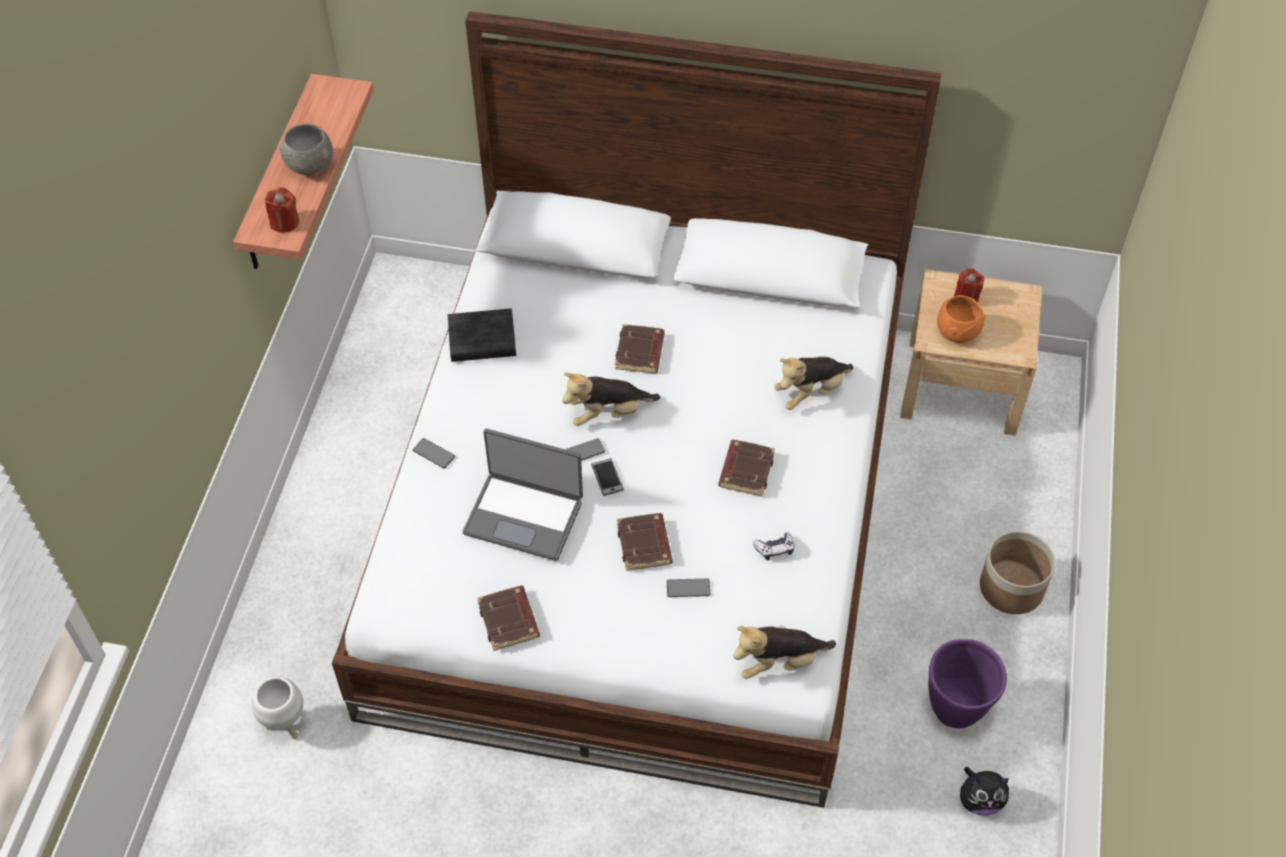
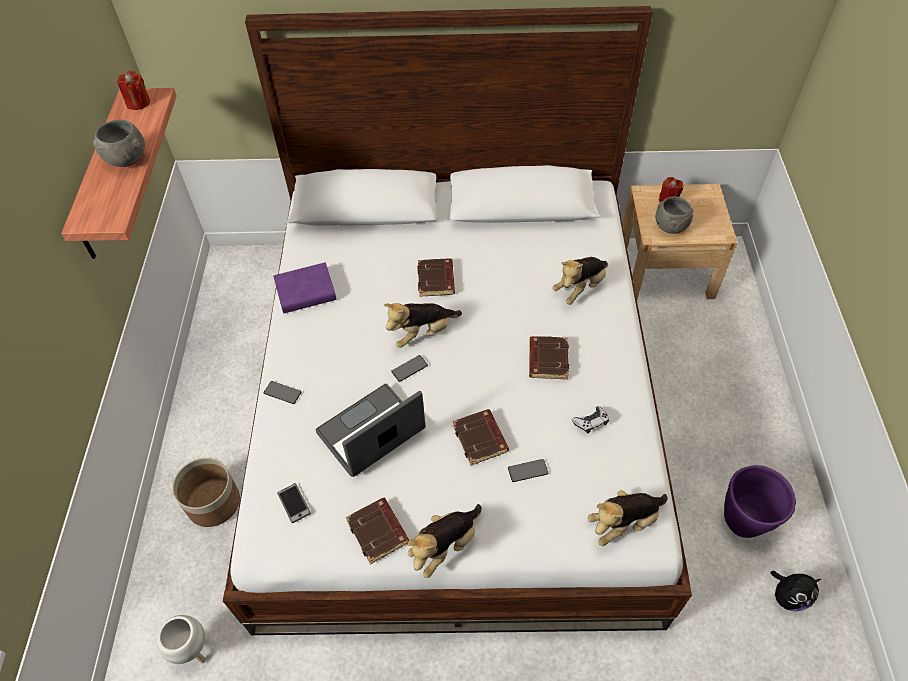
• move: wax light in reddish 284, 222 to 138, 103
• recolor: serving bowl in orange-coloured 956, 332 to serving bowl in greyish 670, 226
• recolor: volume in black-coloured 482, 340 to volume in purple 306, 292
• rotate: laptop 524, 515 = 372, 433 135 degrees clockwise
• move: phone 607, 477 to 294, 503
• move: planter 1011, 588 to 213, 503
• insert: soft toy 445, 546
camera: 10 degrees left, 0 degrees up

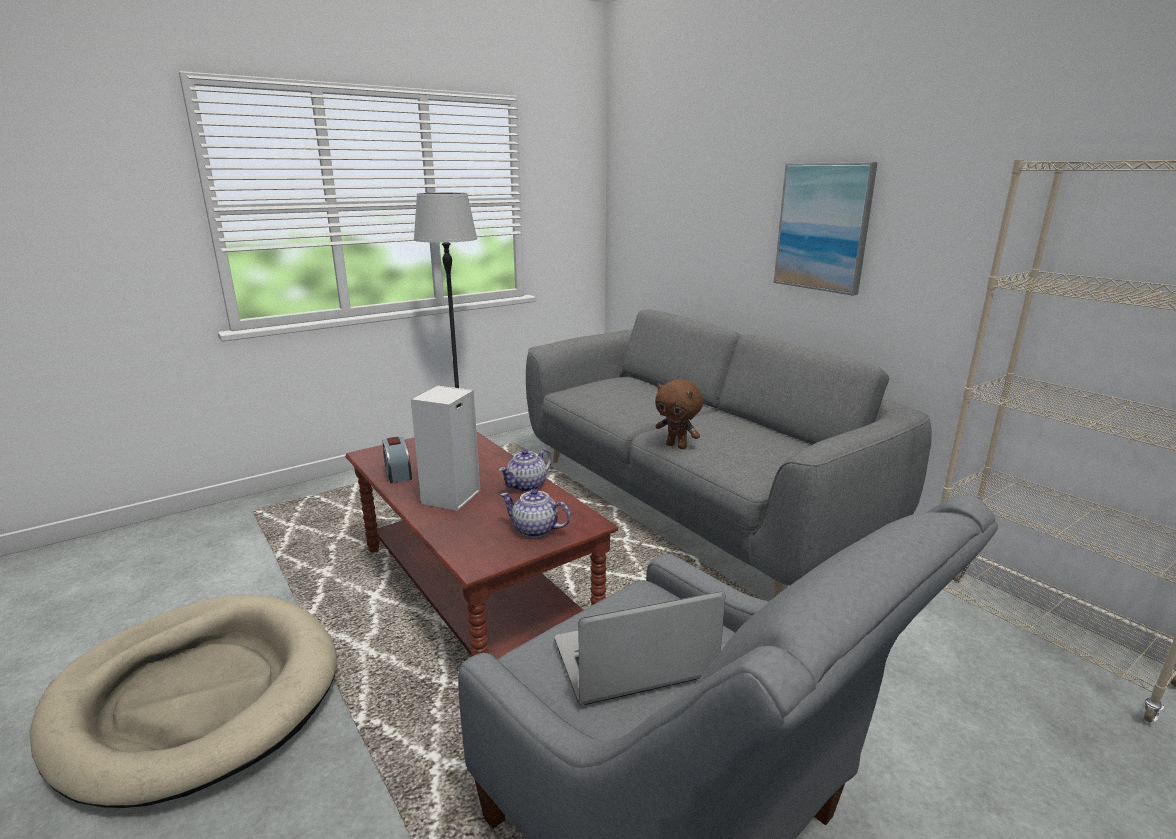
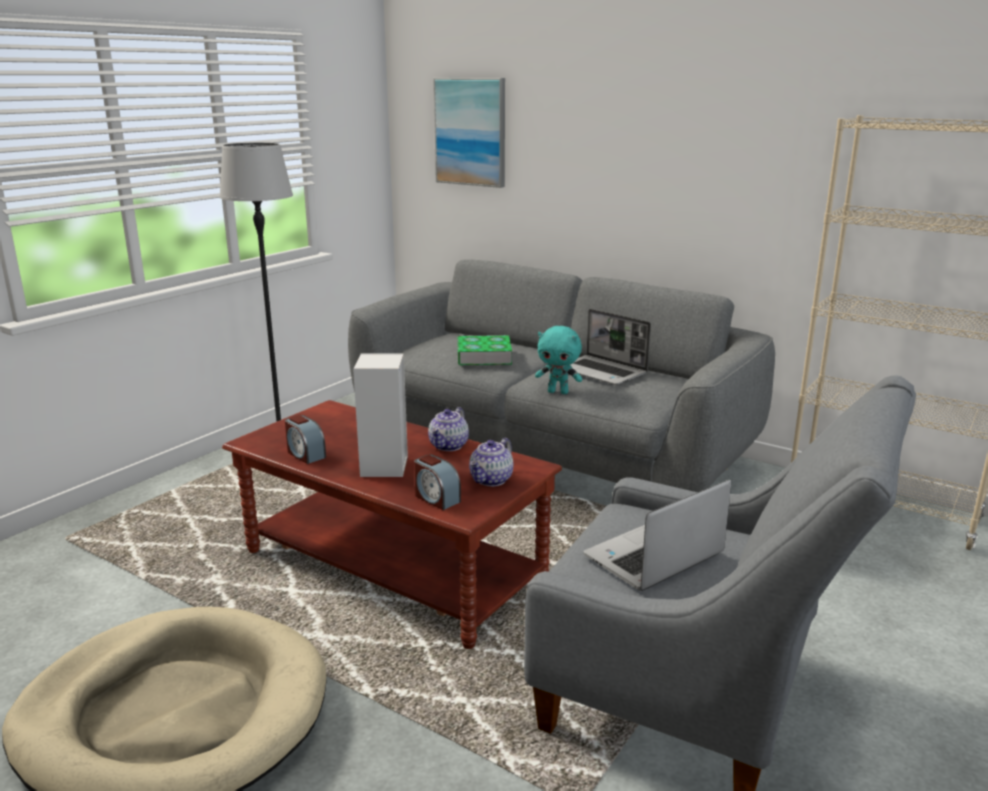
• move: wall art 823, 227 to 471, 132
• recolor: soft toy in brown-coloured 677, 446 to soft toy in blue-green 558, 392
• rotate: pot for tea 534, 530 = 491, 480 60 degrees counterclockwise
• insert: laptop 603, 372
• insert: volume 484, 356
• insert: alarm clock 436, 498
camera: 20 degrees left, 0 degrees up

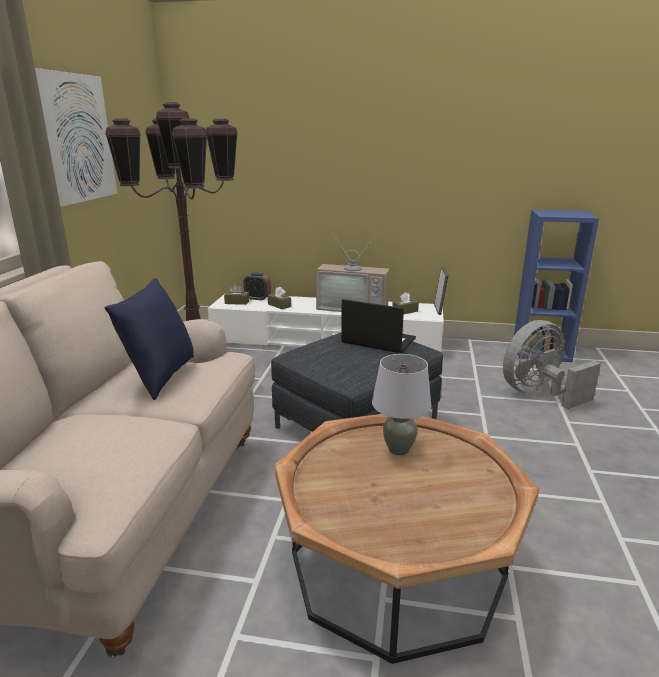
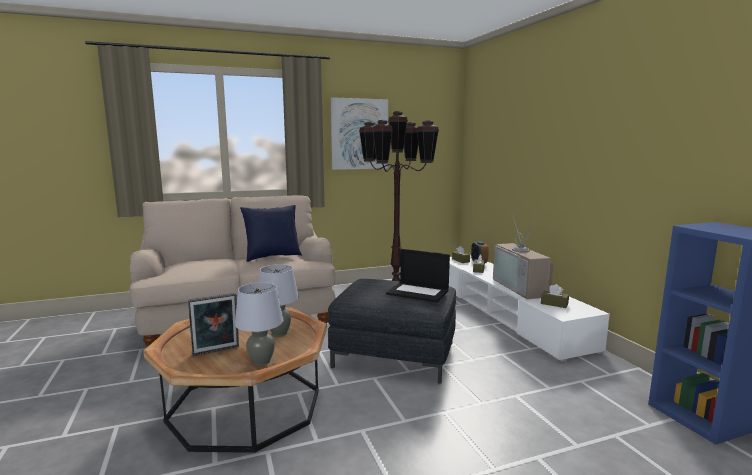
• move: standing frame 439, 310 to 216, 352
• rotate: laptop 377, 341 = 418, 292 120 degrees clockwise
• delete: cooling fan in greyish 538, 393
• insert: table lamp in greyish 261, 361
camera: 60 degrees right, 10 degrees down

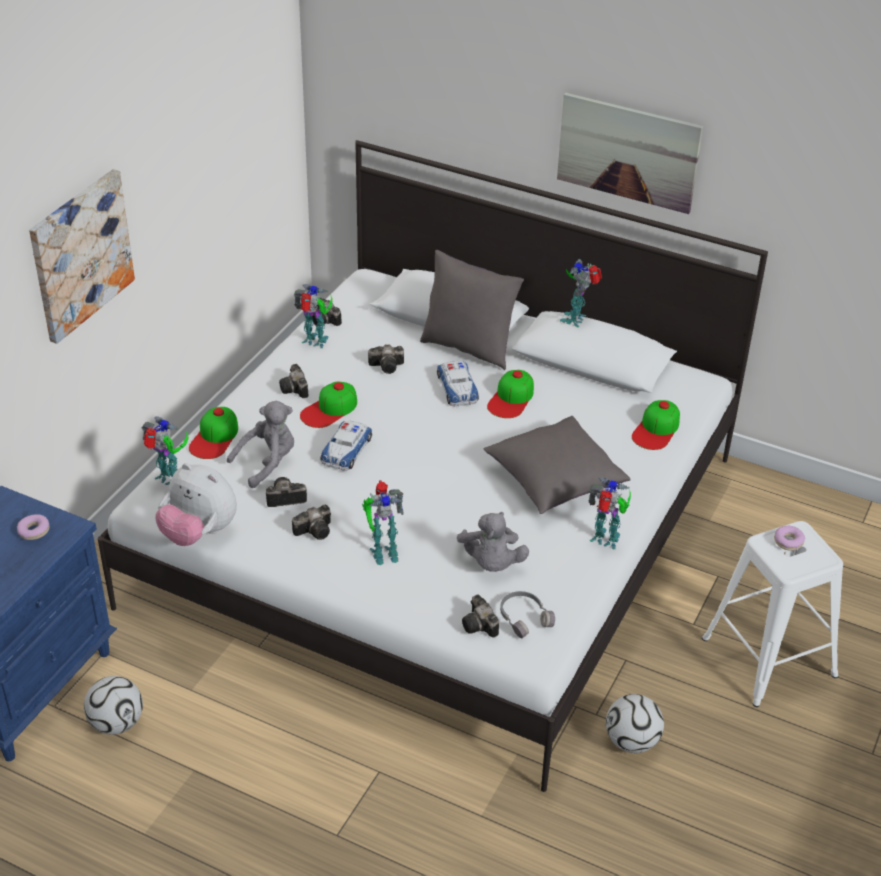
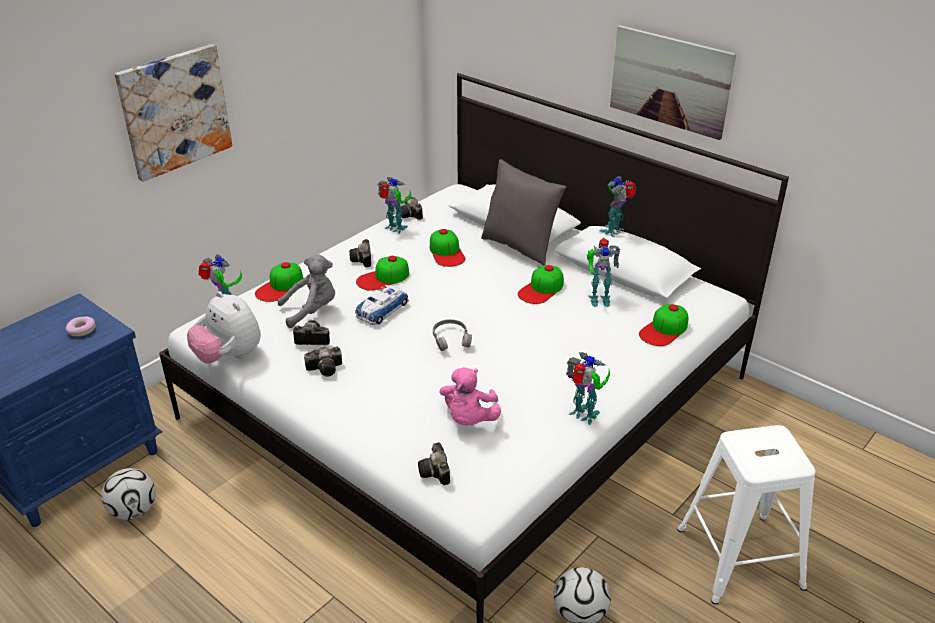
• replace: photo camera 388, 366 to peaked cap 447, 252
• delete: toy car 457, 388
• delete: cushion in greyish 554, 481
• move: robot figure 383, 552 to 598, 299
• recolor: soft toy in greyish 491, 563 to soft toy in pinkish 469, 419
• delete: ring doughnut 788, 541
• move: pair of headphones in greyish 524, 618 to 451, 339
camera: 15 degrees right, 5 degrees down

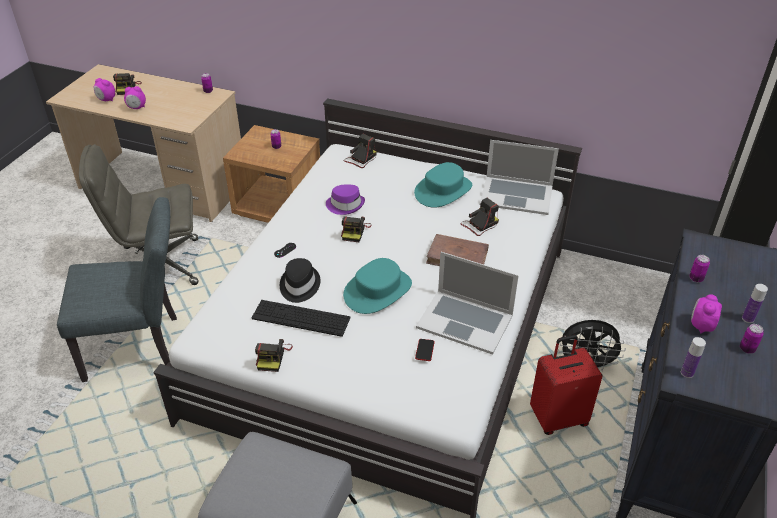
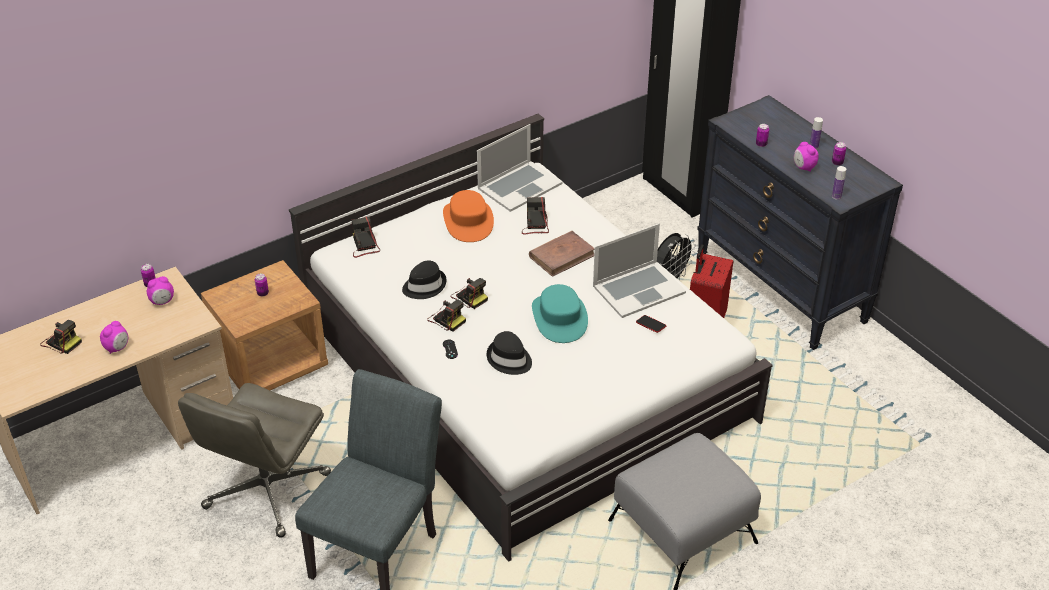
• move: alarm clock 106, 100 to 162, 302
• recolor: clothing hat in blue-green 443, 191 to clothing hat in orange-coloured 468, 221
• recolor: clothing hat in purple 345, 205 to clothing hat in black-coloured 424, 286
• delete: PC keyboard 301, 318
• move: photo camera 273, 356 to 446, 319
camera: 55 degrees left, 0 degrees up

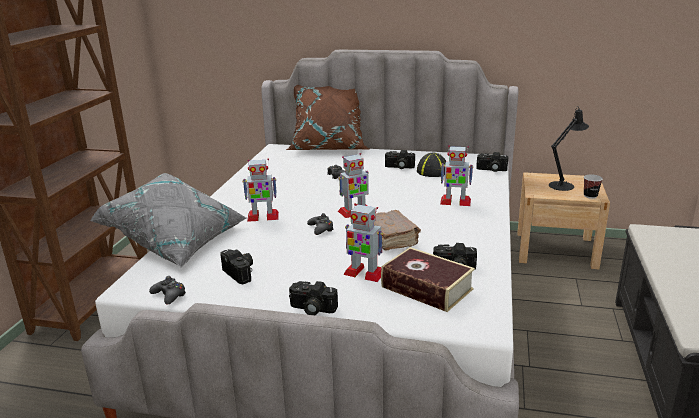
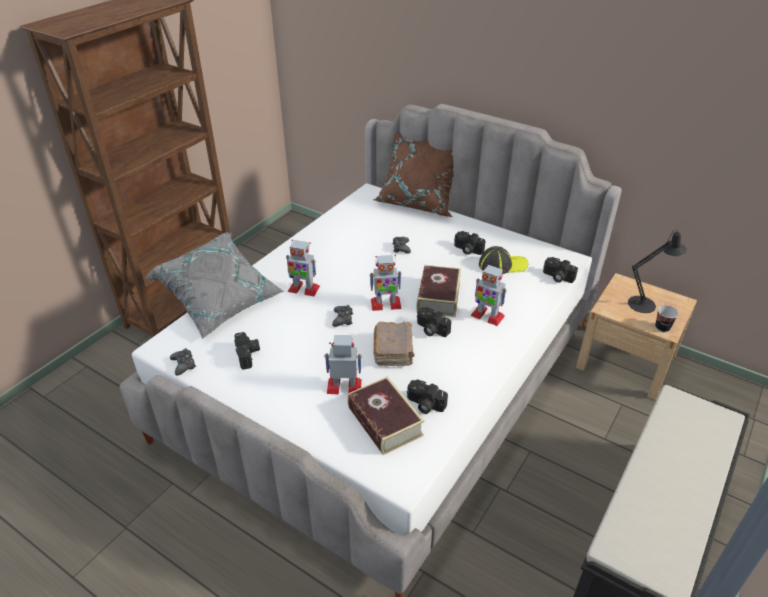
• rotate: robot figure 364, 273 = 344, 386 135 degrees clockwise
• move: photo camera 311, 309 to 431, 329
• insert: volume 438, 297
camera: 20 degrees right, 15 degrees up

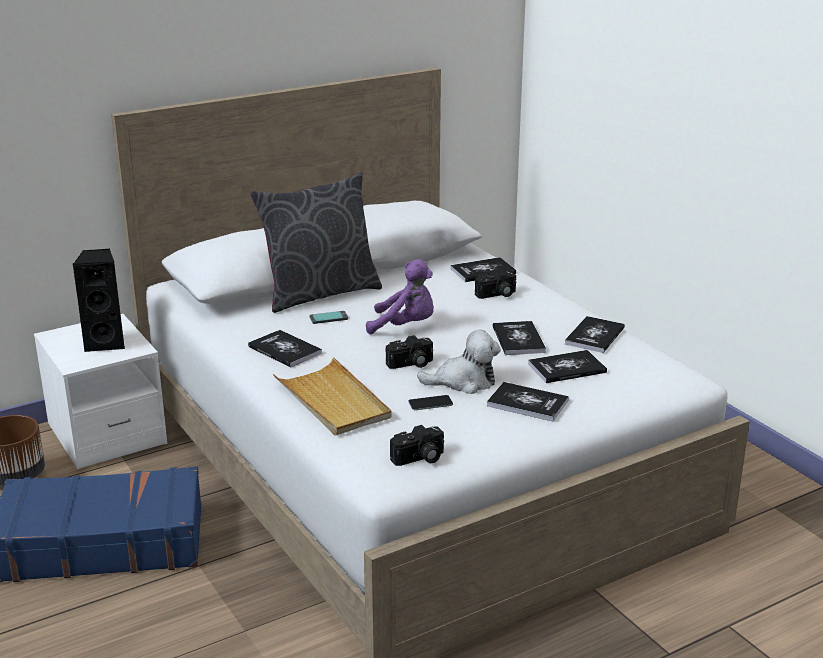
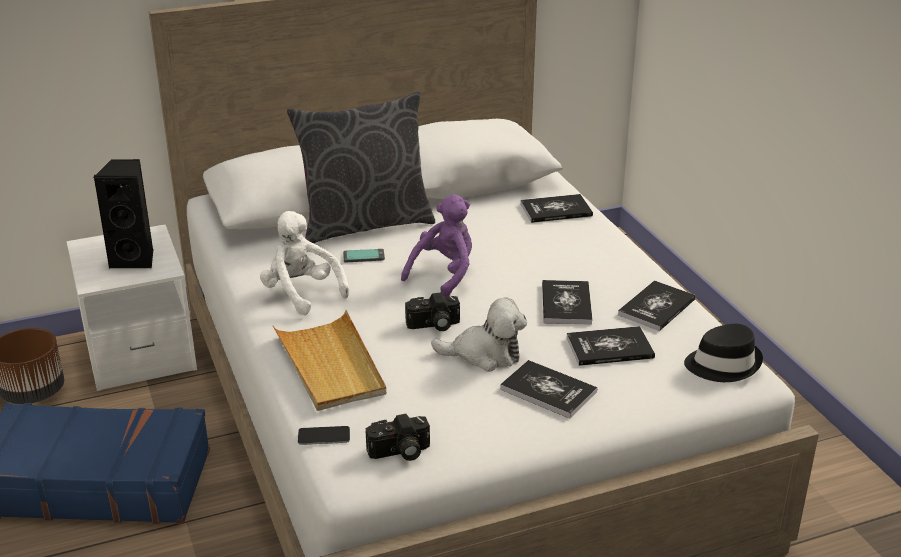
• rotate: soft toy in purple 405, 326 = 444, 275 75 degrees counterclockwise
• delete: photo camera 497, 295
• replace: volume 285, 350 to soft toy in whitish 301, 293
• move: phone 430, 403 to 324, 436
• insert: clothing hat in black-coloured 723, 364
camera: 10 degrees right, 5 degrees up

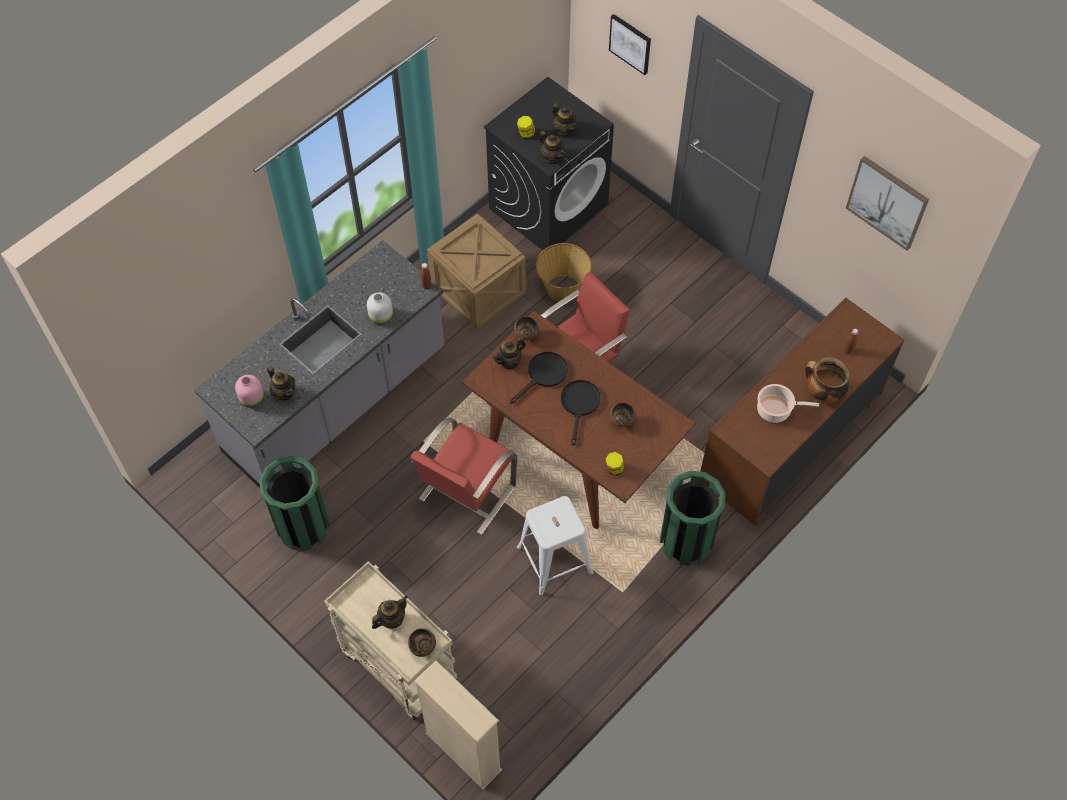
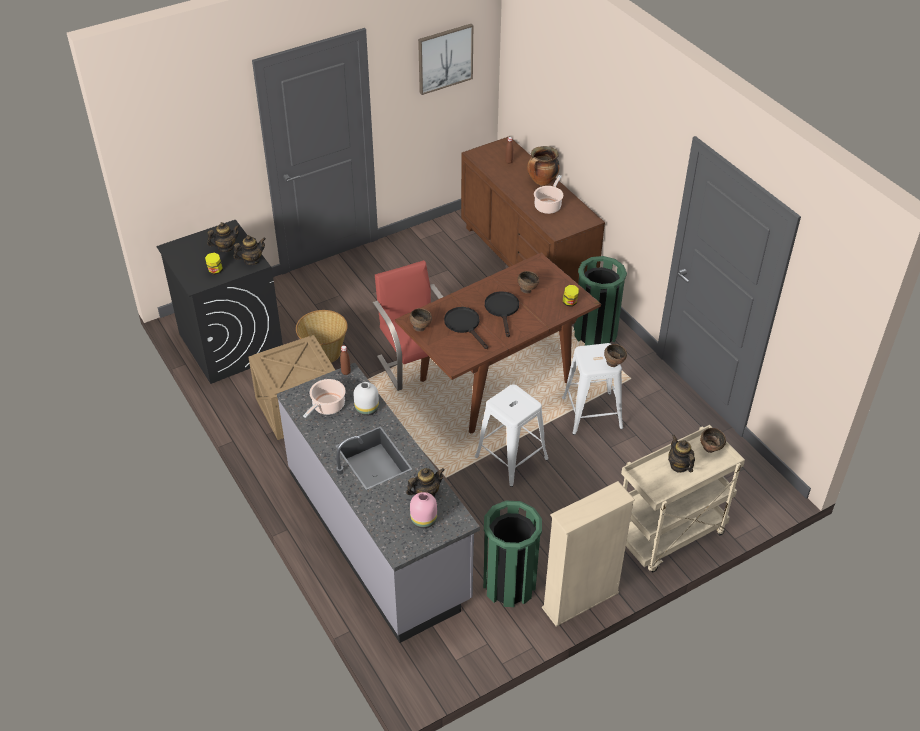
• delete: wall art 630, 43
• delete: pot for tea 509, 362
• rotate: pan in black-coloured 580, 405 = 502, 310 60 degrees clockwise
• replace: upright chair in reddish 465, 493 to stool seat in whitish 511, 458
• move: bookcase in beige-coloured 463, 752 to 580, 601
• insert: serving bowl in brown-coloured 613, 363
• insert: saucepot 327, 406
camera: 75 degrees left, 15 degrees down

